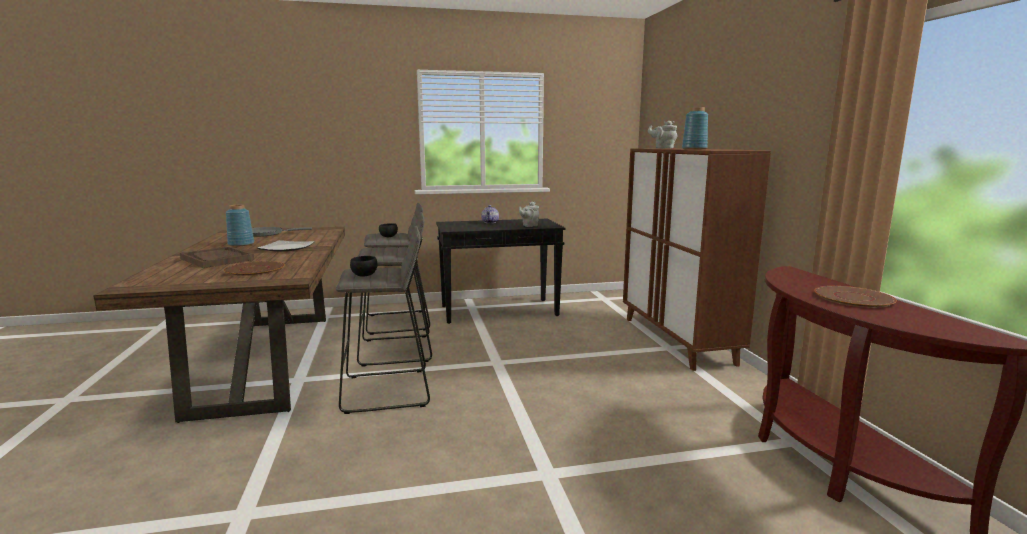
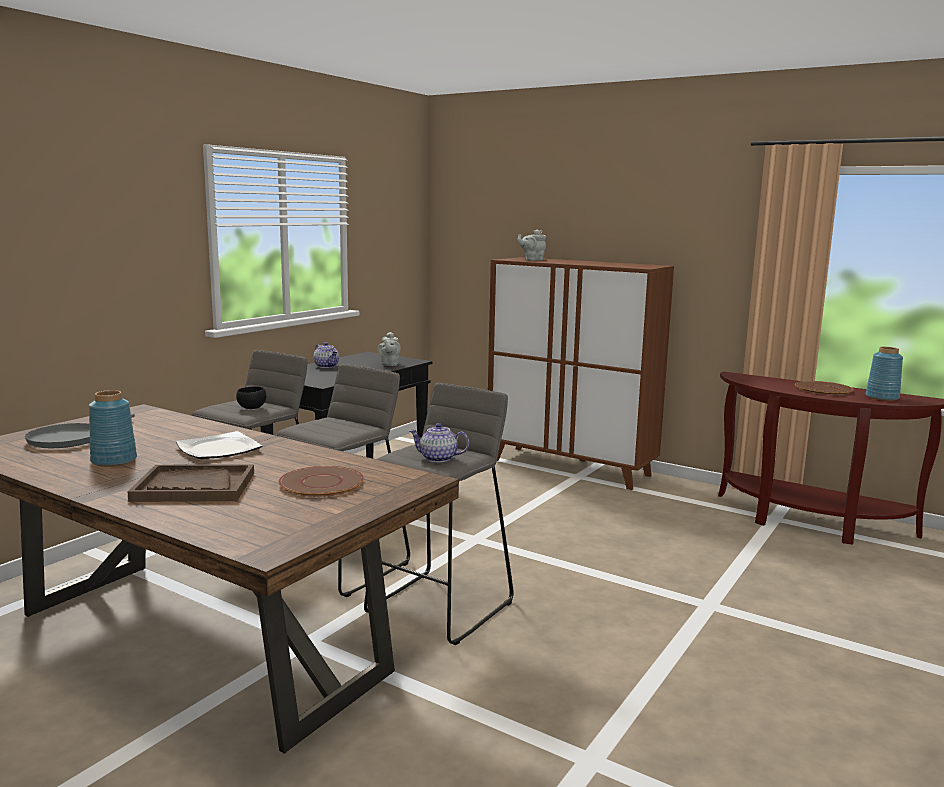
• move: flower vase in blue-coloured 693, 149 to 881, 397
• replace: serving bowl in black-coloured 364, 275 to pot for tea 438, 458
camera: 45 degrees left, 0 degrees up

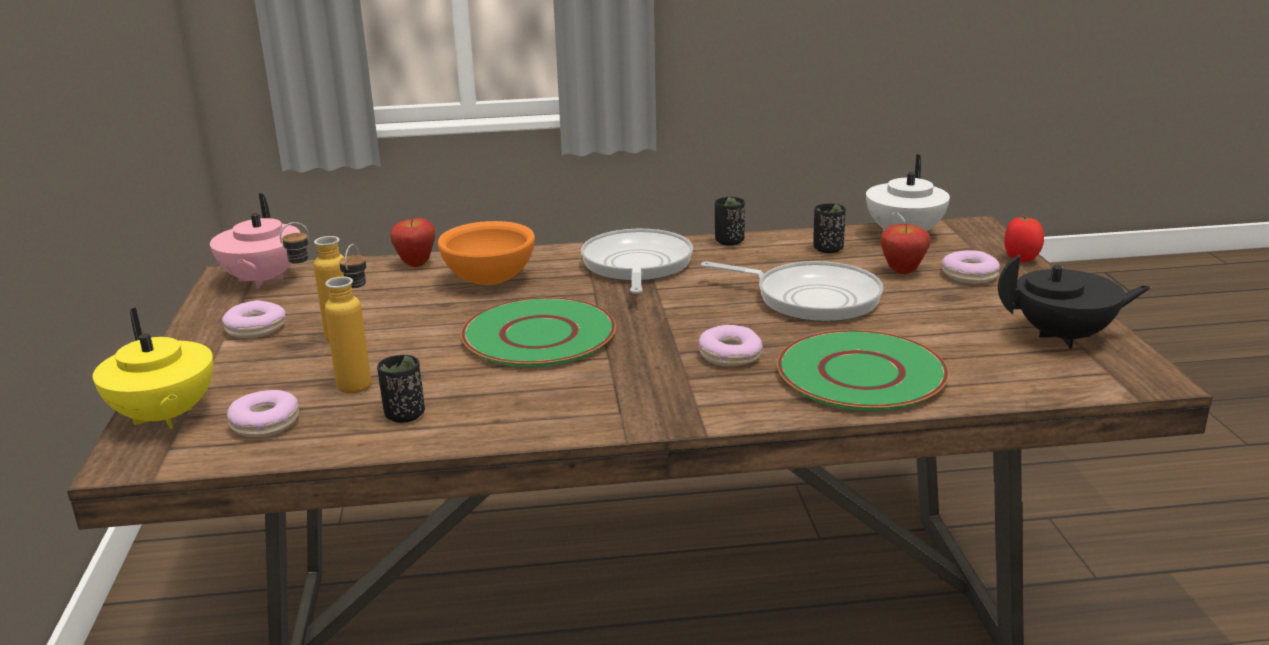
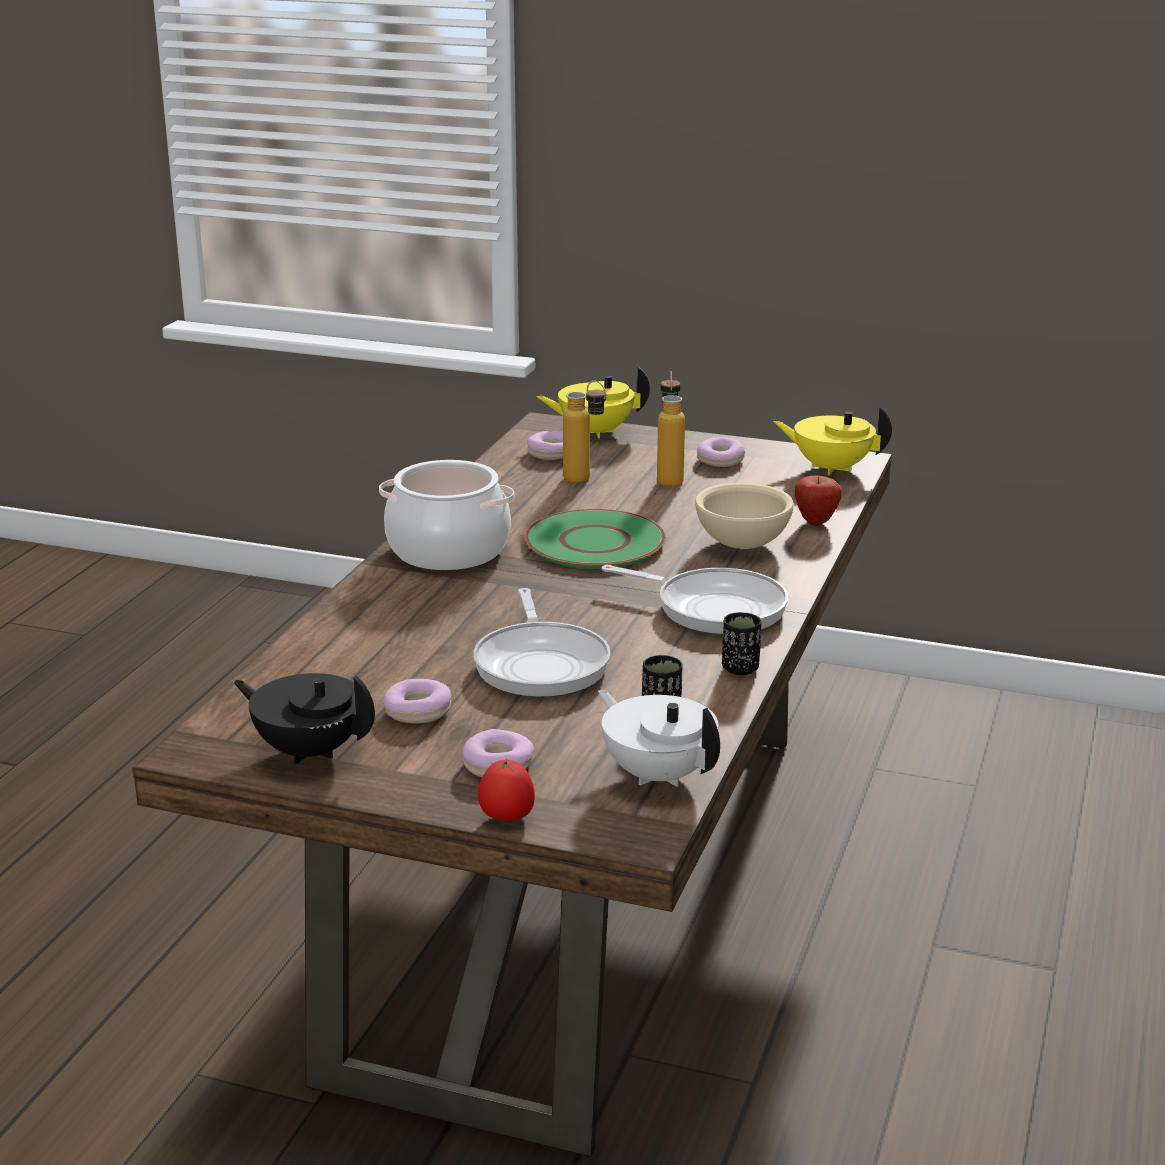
• recolor: pot for tea in pinkish 261, 280 to pot for tea in yellowish 831, 468
• recolor: serving bowl in orange-coloured 489, 280 to serving bowl in beige-coloured 741, 543
• delete: apple fruit 902, 272
• rotate: pot for tea in black-coloured 1064, 337 = 309, 750 90 degrees clockwise
• rotate: pan 810, 298 = 541, 664 60 degrees counterclockwise
• move: ring doughnut 730, 356 to 417, 711
• delete: dinner plate in green-coloured 861, 374
• delete: small cup in black-coloured 404, 415
• insert: saucepot 449, 550
camera: 115 degrees right, 0 degrees up

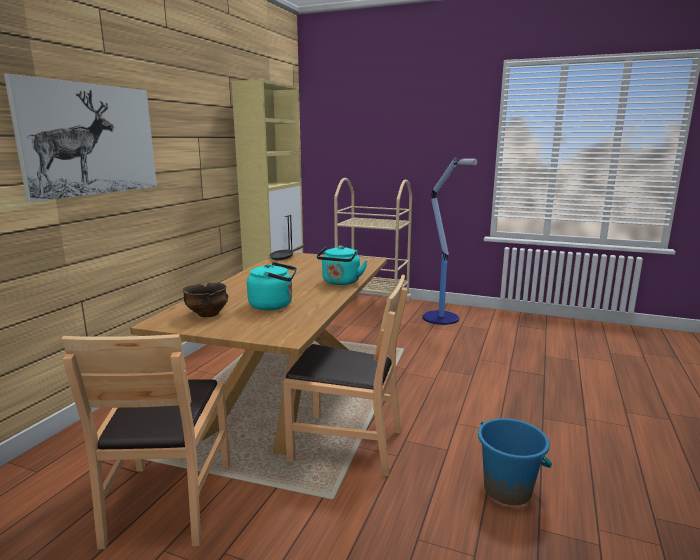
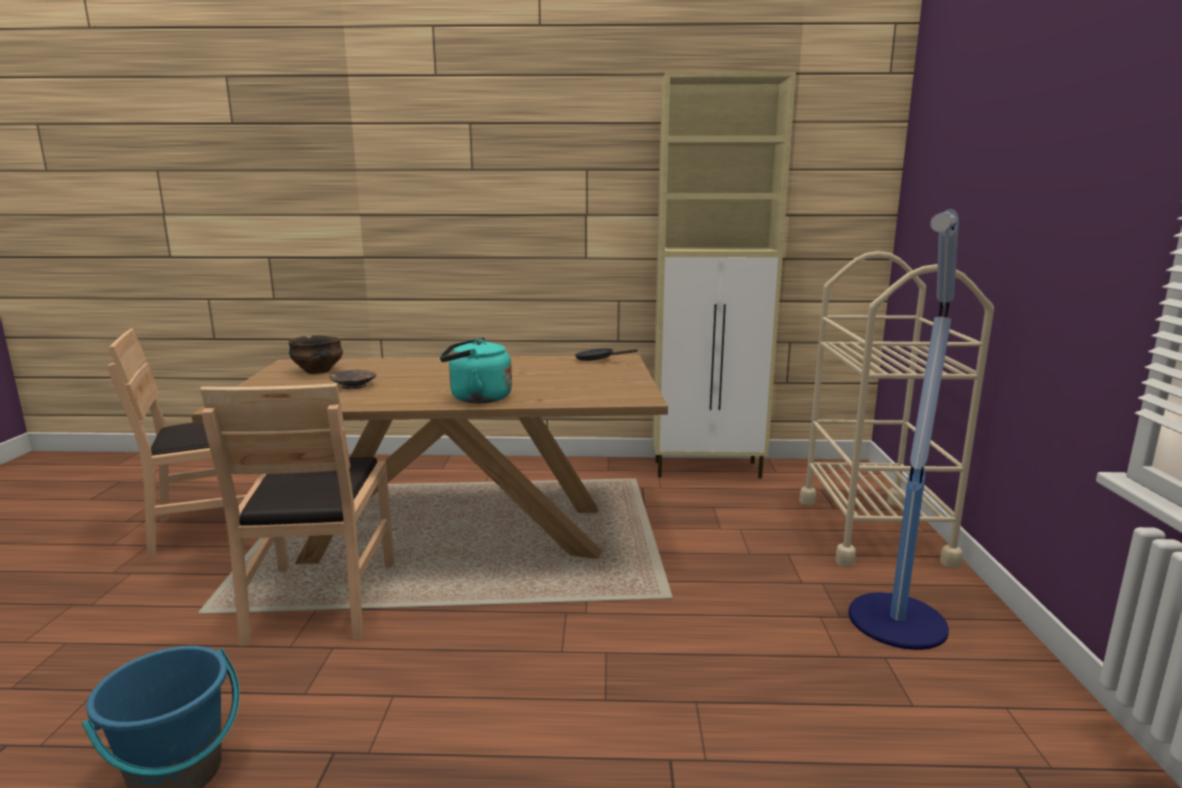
• delete: wall art 91, 140
• replace: tea kettle in blue-green 274, 305 to serving bowl in brown-coloured 353, 386
camera: 70 degrees right, 0 degrees up

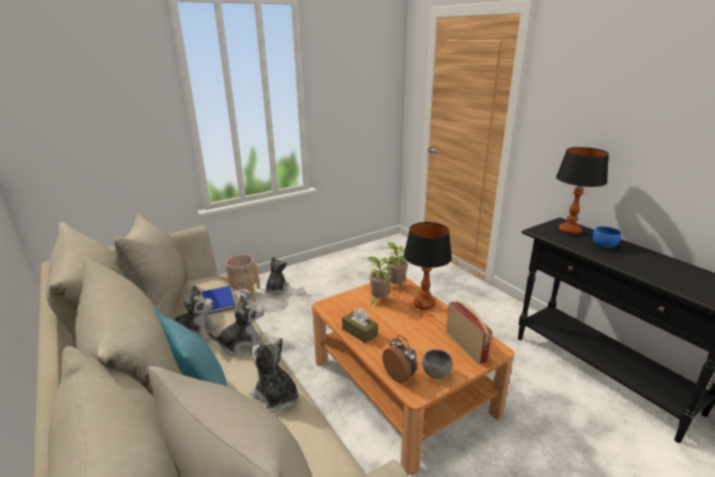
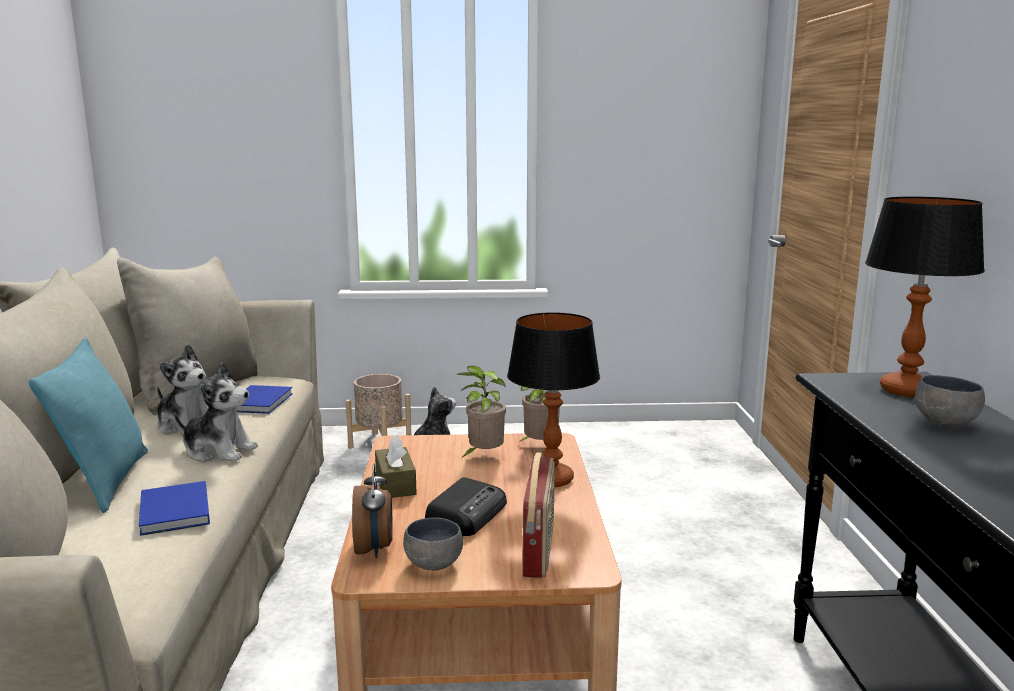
• recolor: serving bowl in blue-coloured 604, 245 to serving bowl in greyish 947, 422
• replace: soft toy 275, 397 to volume in blue-coloured 173, 513
• insert: radio set 467, 514
camera: 30 degrees right, 10 degrees down

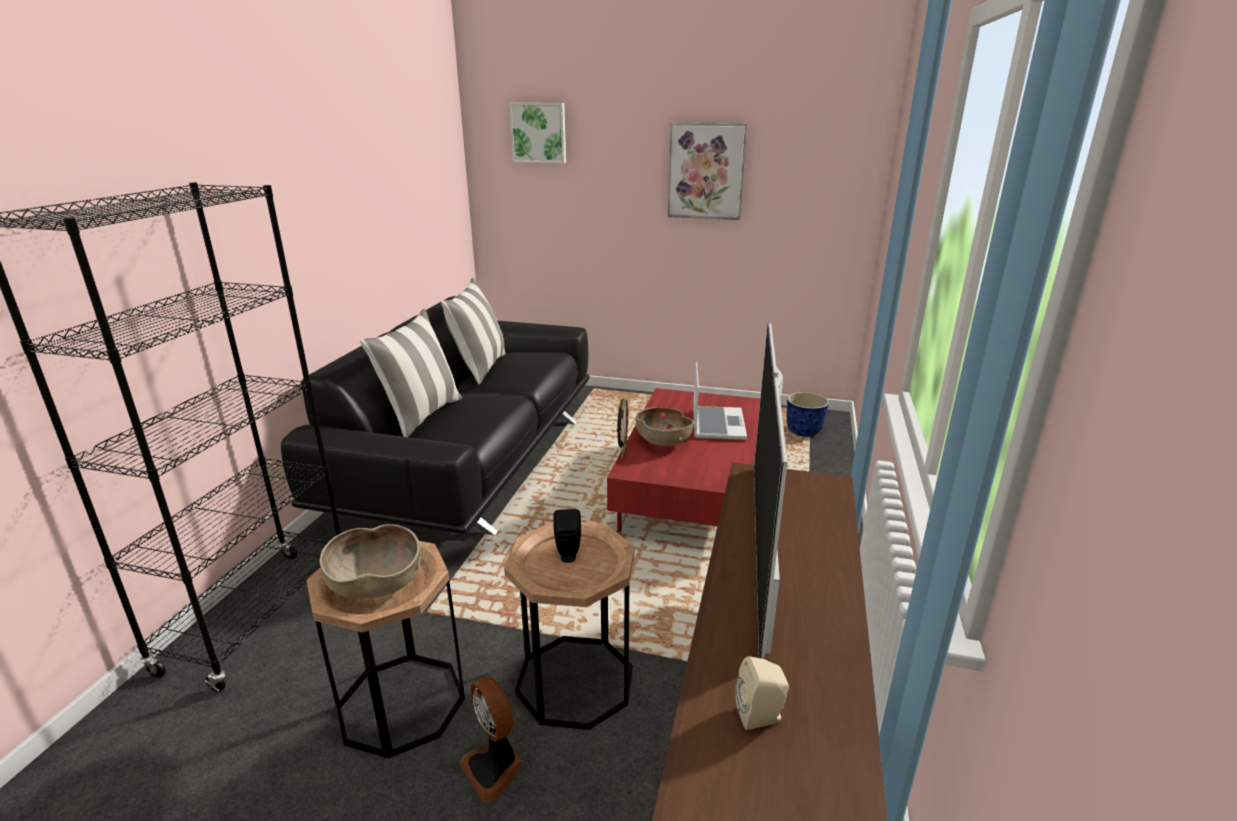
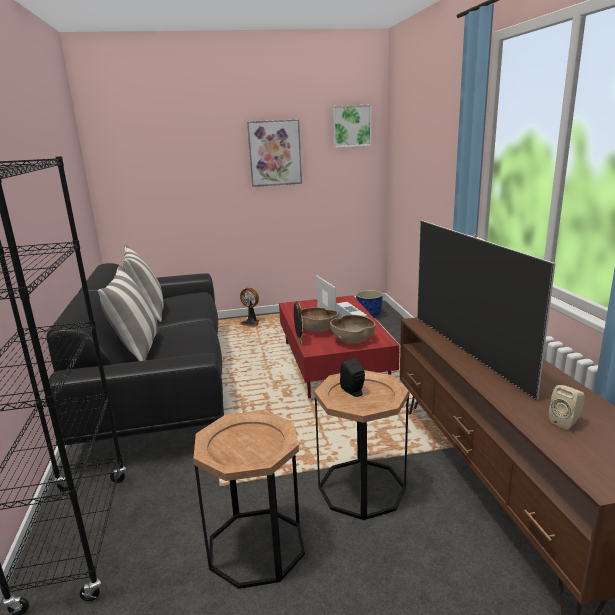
• move: wall art 539, 133 to 351, 126
• move: serving bowl in brown-coloured 376, 584 to 352, 340
• move: cooling fan 494, 768 to 251, 323
camera: 25 degrees left, 5 degrees down

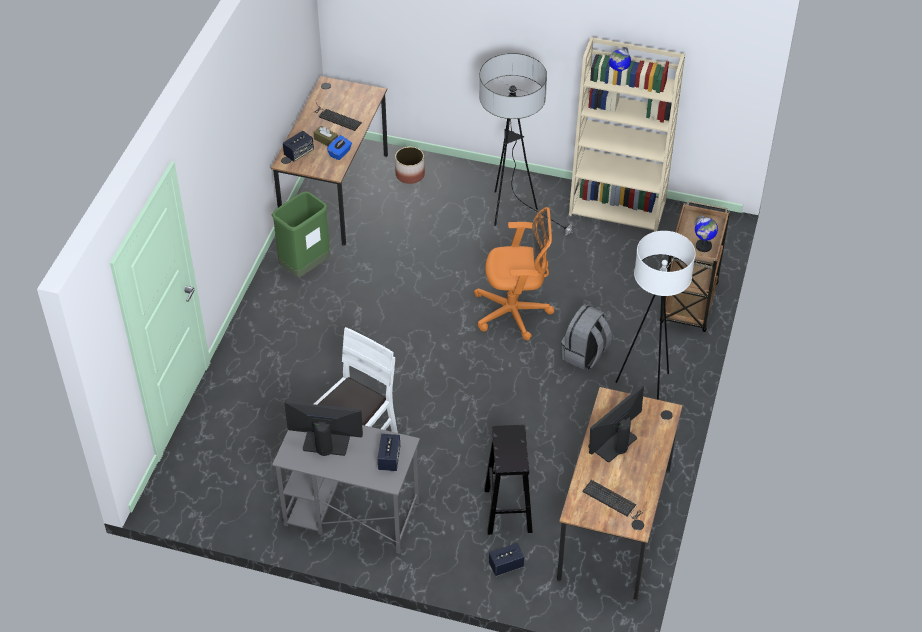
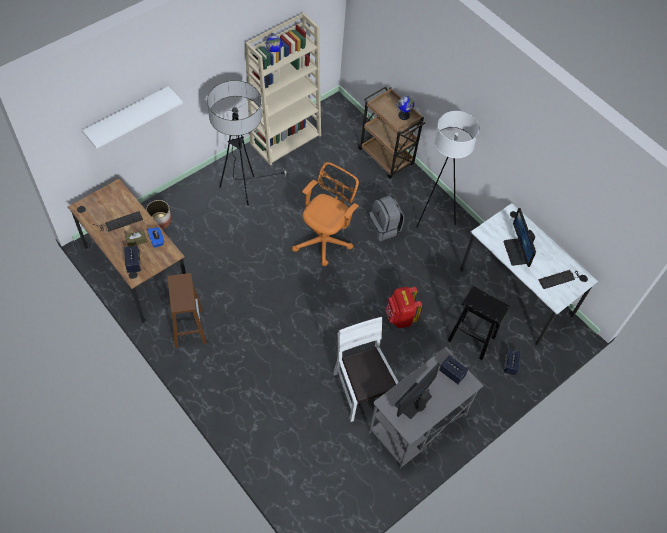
• replace: waste bin in green-coloured 305, 267 to stool seat in brown-coloured 188, 327
• recolor: desk table in brown-coloured 615, 523 to desk table in whitish 515, 293
• insert: wall shelf in whitish 128, 115
• insert: rucksack in reddish 400, 317
camera: 60 degrees left, 10 degrees up

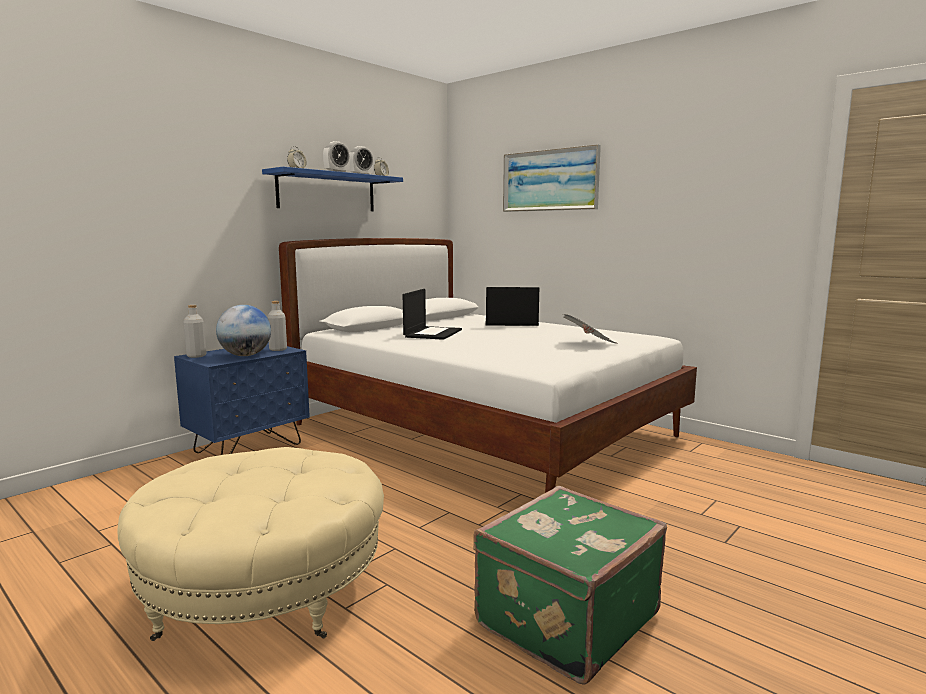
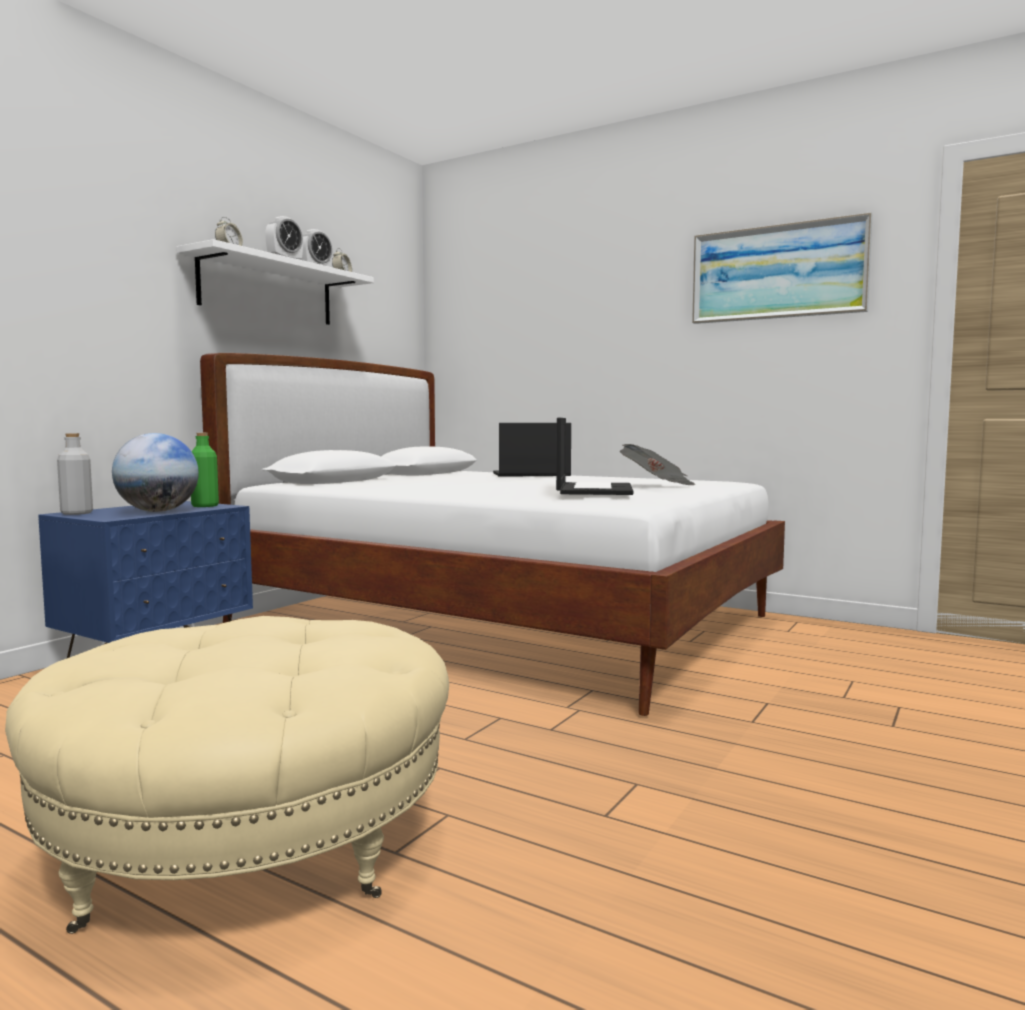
• move: wall art 550, 180 to 778, 272
• recolor: wall shelf in blue-coloured 327, 192 to wall shelf in whitish 267, 290
• move: laptop 432, 333 to 593, 490
• recolor: drink bottle in greyish 278, 349 to drink bottle in green-coloured 205, 506
• delete: piece of luggage in green-coloured 564, 618
camera: 10 degrees left, 5 degrees down

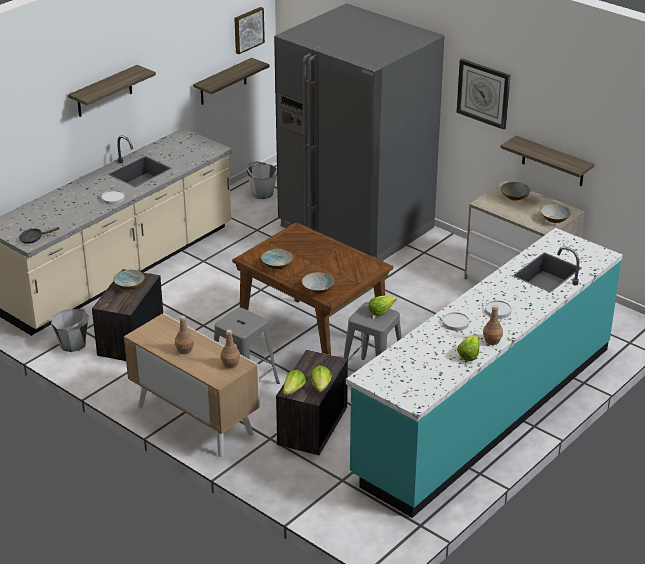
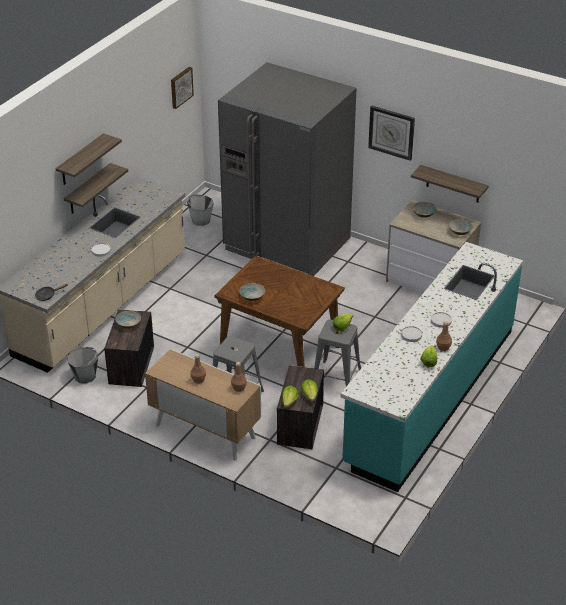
• move: wall shelf 223, 82 to 88, 189
• delete: serving bowl 318, 290
camera: 10 degrees left, 5 degrees up

